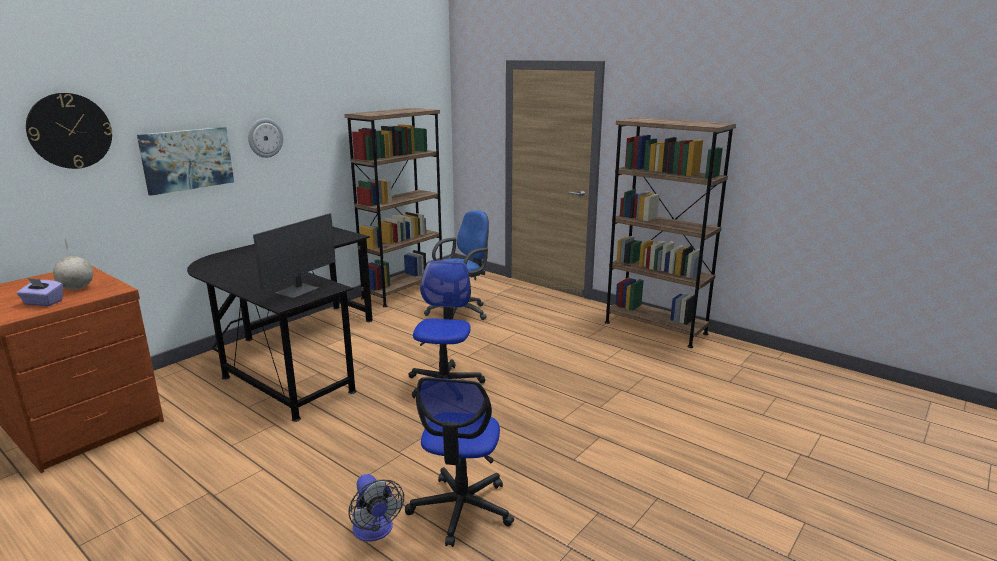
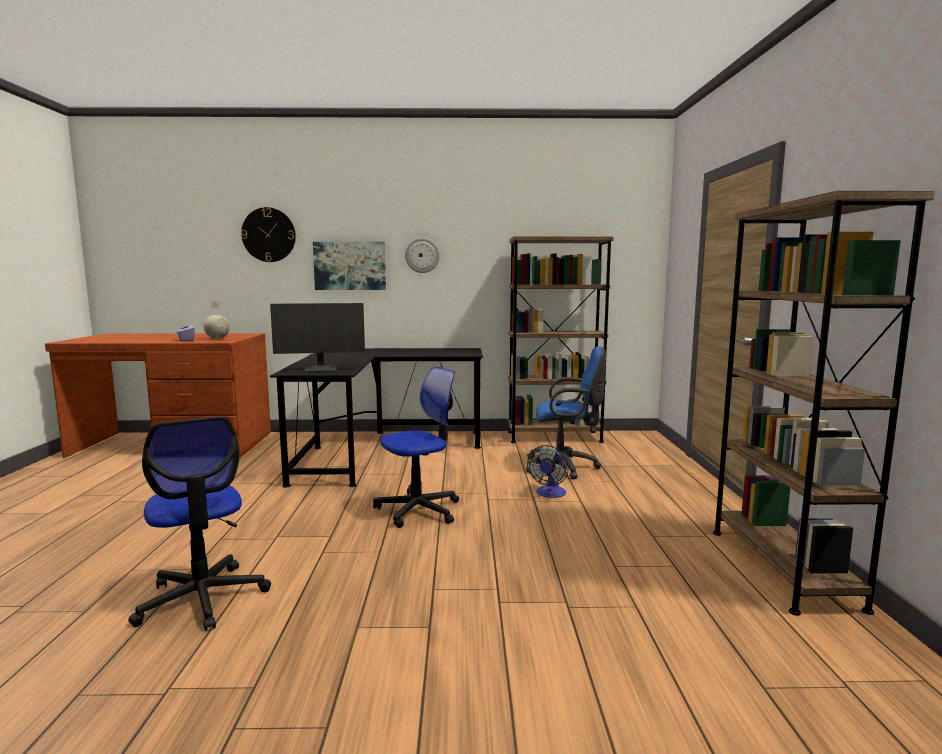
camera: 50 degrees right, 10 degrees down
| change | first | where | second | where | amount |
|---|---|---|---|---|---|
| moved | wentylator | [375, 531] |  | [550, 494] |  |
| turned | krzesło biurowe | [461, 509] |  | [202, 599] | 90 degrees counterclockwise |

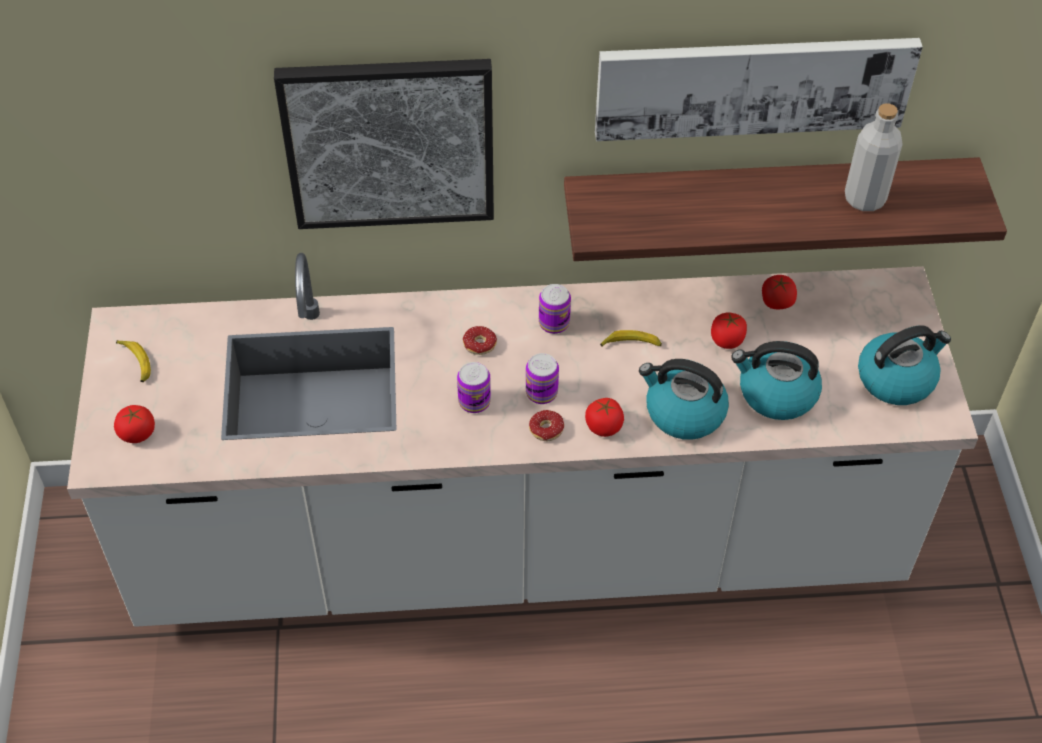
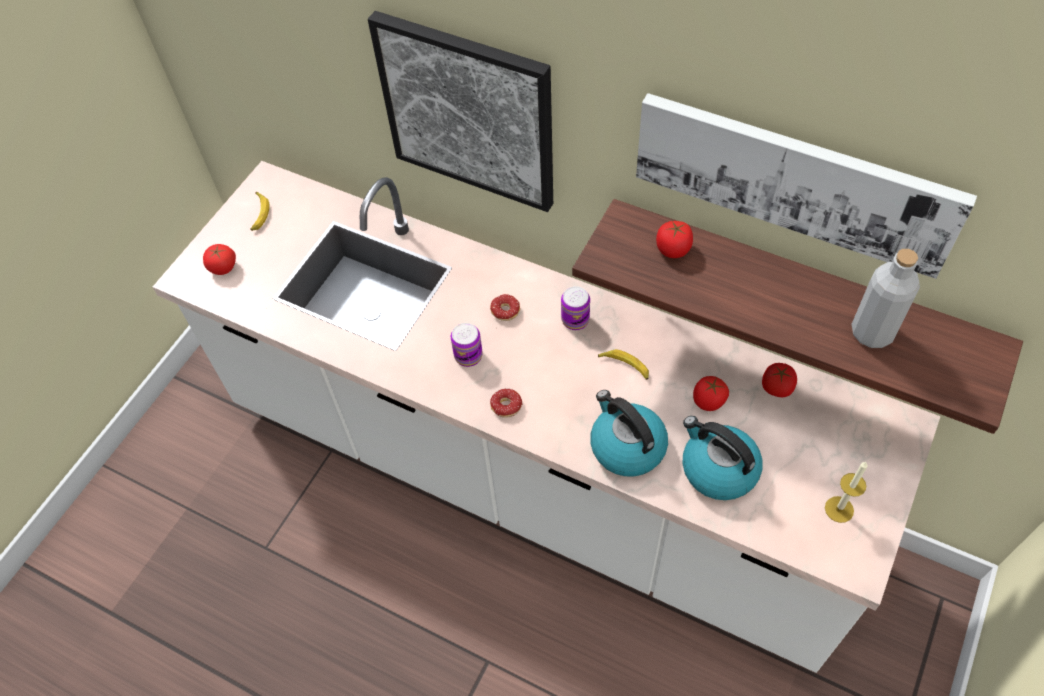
camera: 35 degrees right, 5 degrees up
| change | first | where | second | where | amount |
|---|---|---|---|---|---|
| removed | puszka | [541, 393] |  |  |  |
| moved | pomidor | [604, 426] |  | [673, 249] |  |
| replaced | czajnik | [896, 379] | świeca | [839, 509] |  |

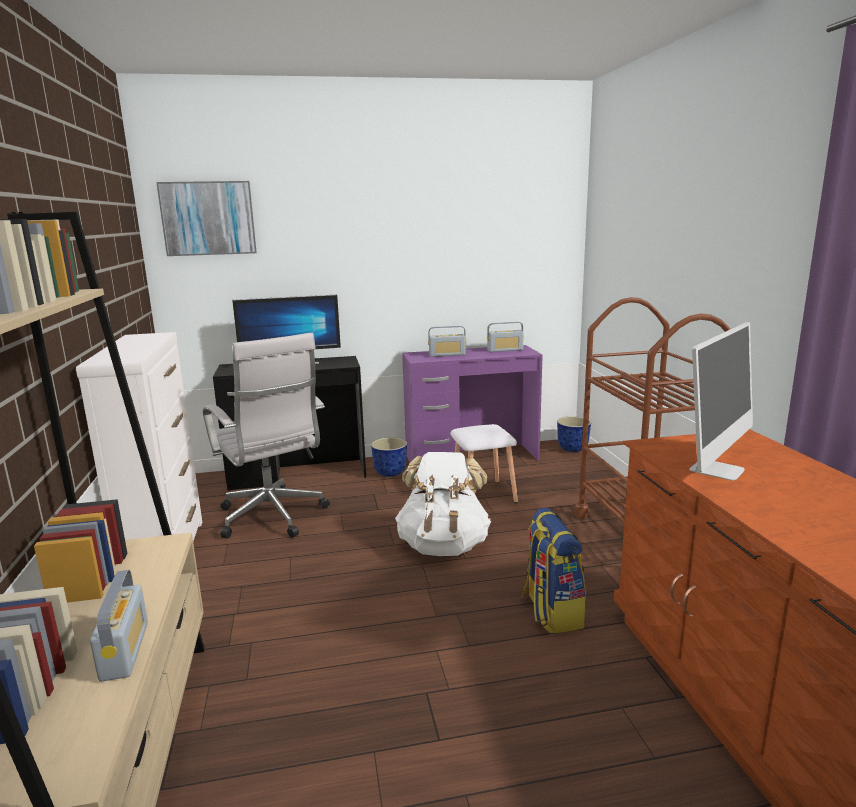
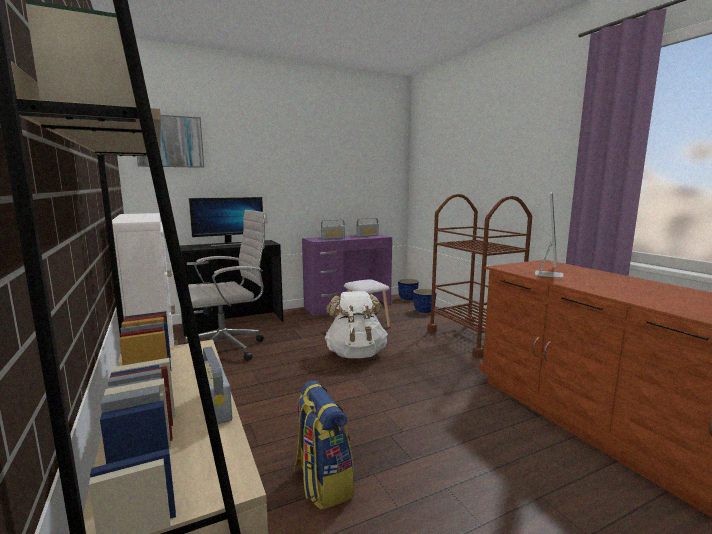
camera: 15 degrees left, 5 degrees down
| change | first | where | second | where | amount |
|---|---|---|---|---|---|
| moved | donica | [390, 473] |  | [423, 311] |  |
| moved | plecak | [551, 611] |  | [322, 482] |  |
| turned | krzesło biurowe (biały) | [273, 518] |  | [228, 349] | 75 degrees counterclockwise |

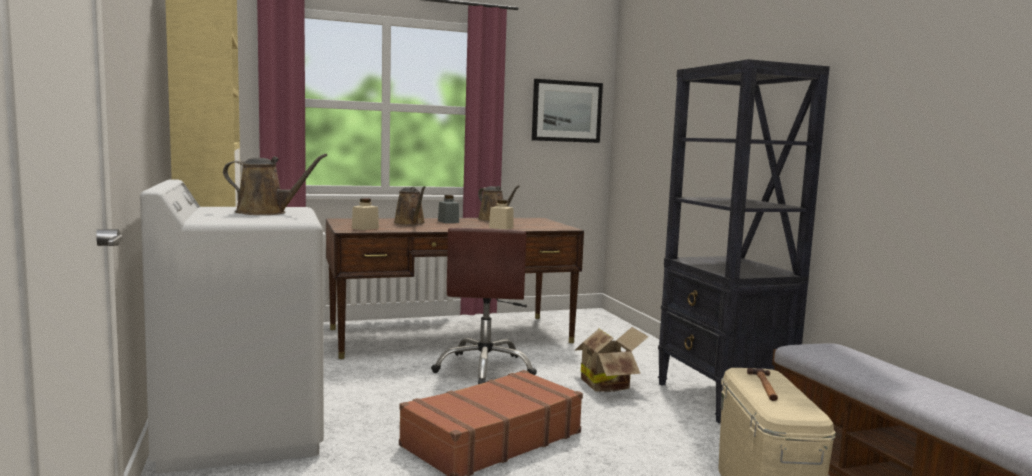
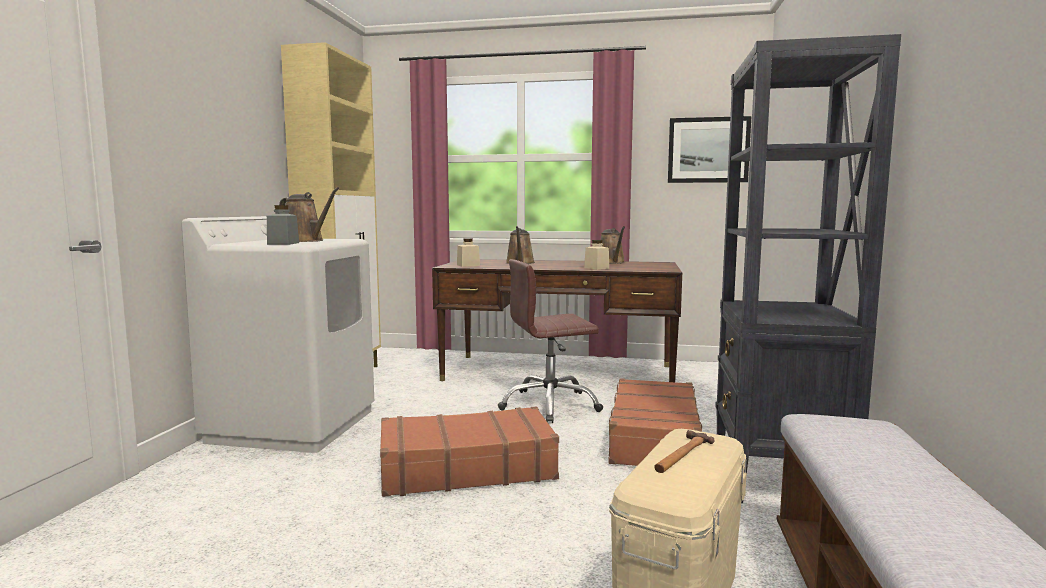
camera: 30 degrees right, 0 degrees up
| change | first | where | second | where | amount |
|---|---|---|---|---|---|
| moved | słoik (szary) | [448, 222] |  | [283, 243] |  |
| replaced | karton | [607, 384] | walizka (brązowy) | [655, 438] |  |
| turned | krzesło biurowe (brązowy) | [485, 369] |  | [550, 405] | 45 degrees clockwise |

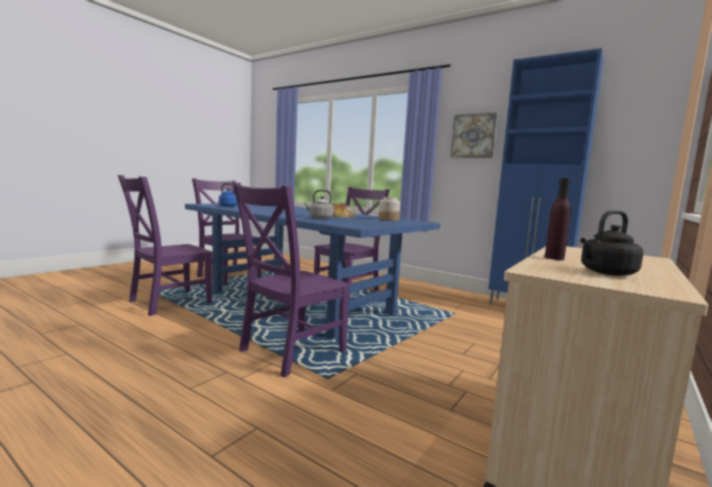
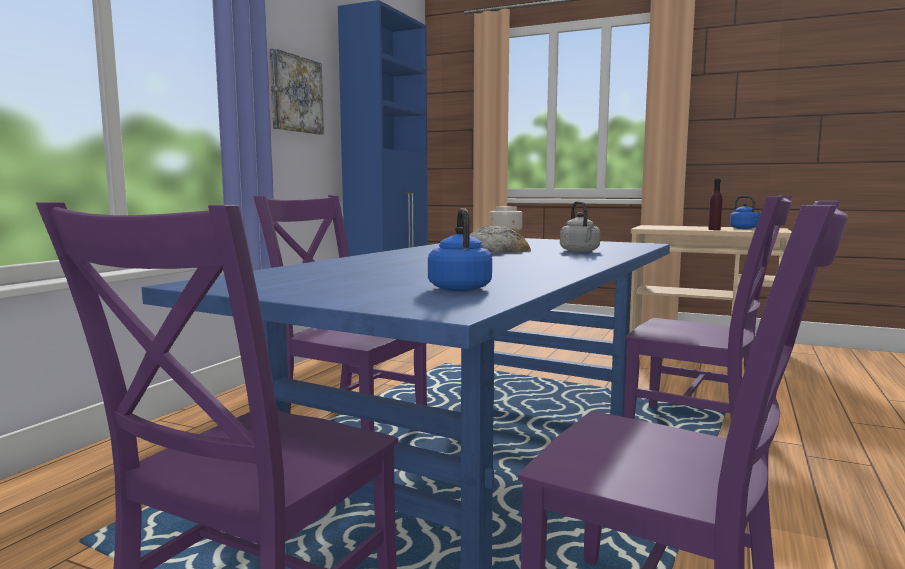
camera: 100 degrees left, 0 degrees up
| change | first | where | second | where | amount |
|---|---|---|---|---|---|
| recoloured | czajnik (czarny) | [606, 273] | czajnik (niebieski) | [745, 228] |  |

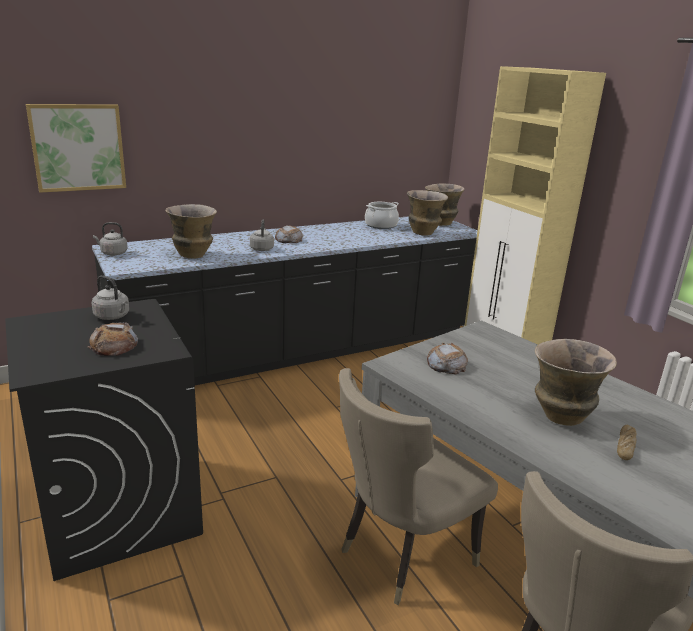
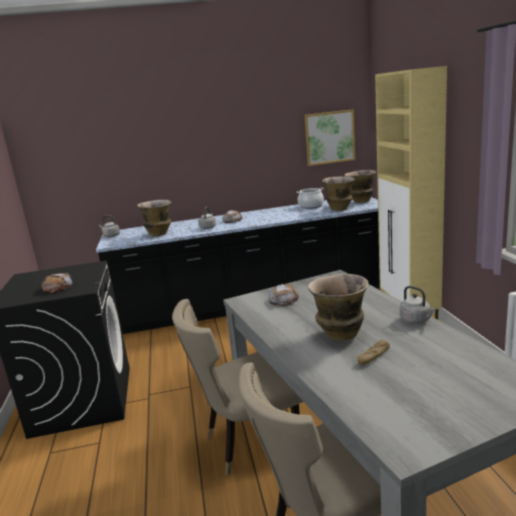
camera: 20 degrees right, 5 degrees down
| change | first | where | second | where | amount |
|---|---|---|---|---|---|
| moved | obraz | [78, 147] |  | [329, 137] |  |
| moved | czajnik (szary) | [113, 316] |  | [416, 320] |  |

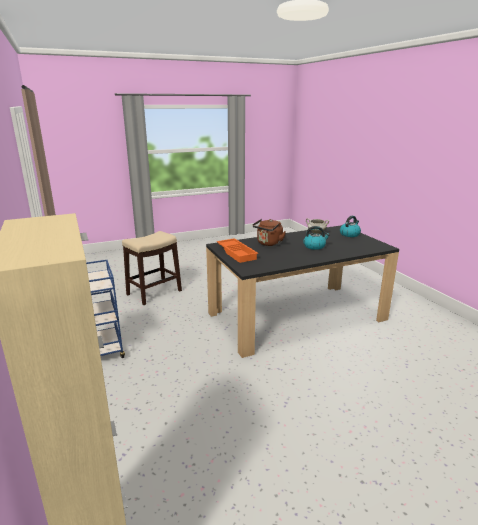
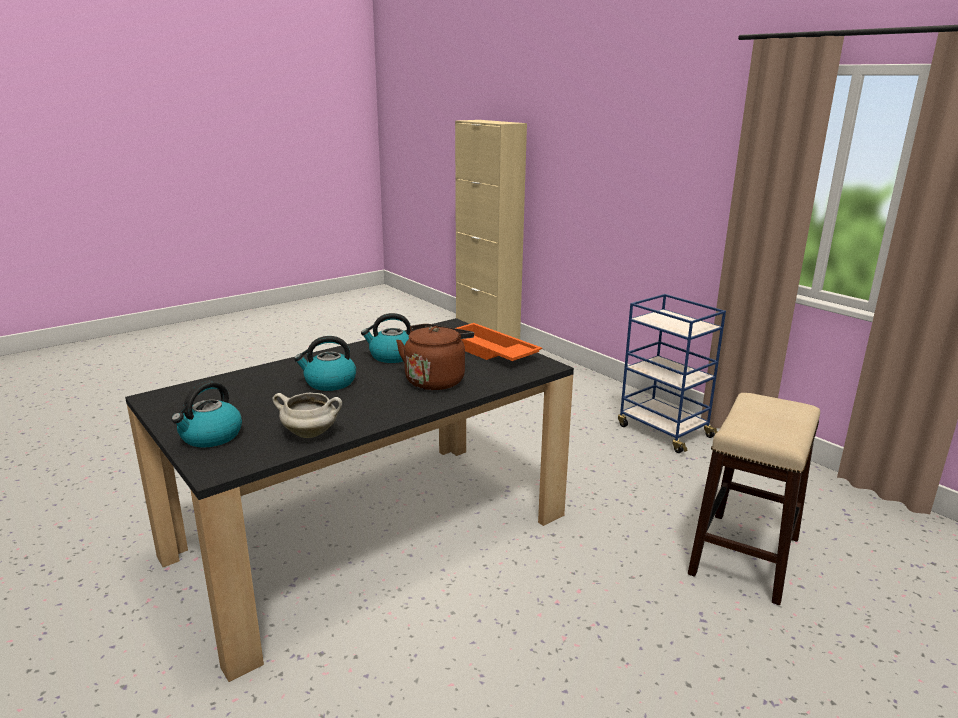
camera: 165 degrees right, 0 degrees up
| change | first | where | second | where | amount |
|---|---|---|---|---|---|
| added |  |  | czajnik | [391, 356] |  |

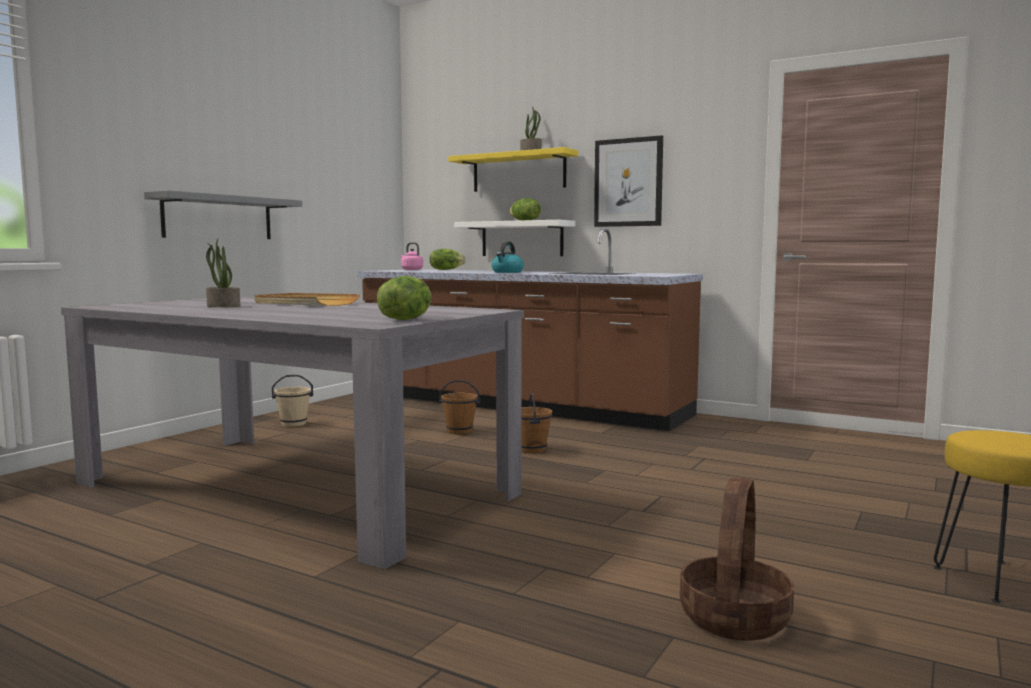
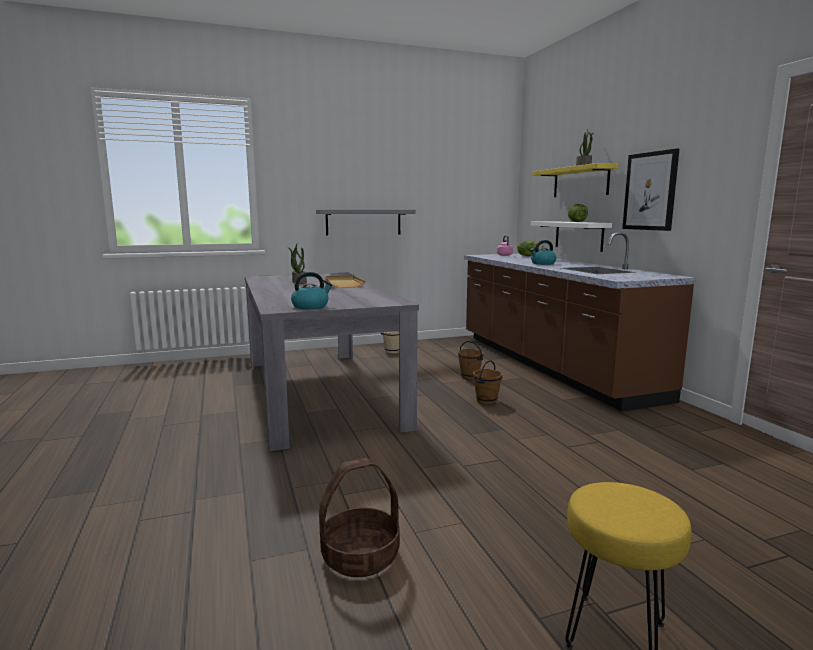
camera: 40 degrees right, 5 degrees up
| change | first | where | second | where | amount |
|---|---|---|---|---|---|
| replaced | sałata | [405, 319] | czajnik | [311, 306] |  |

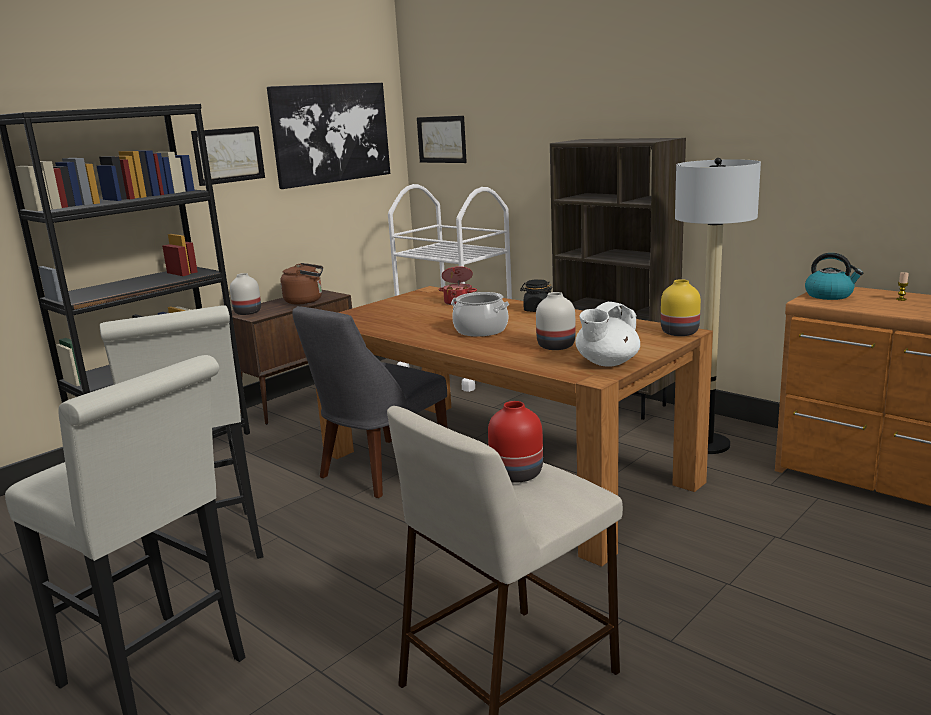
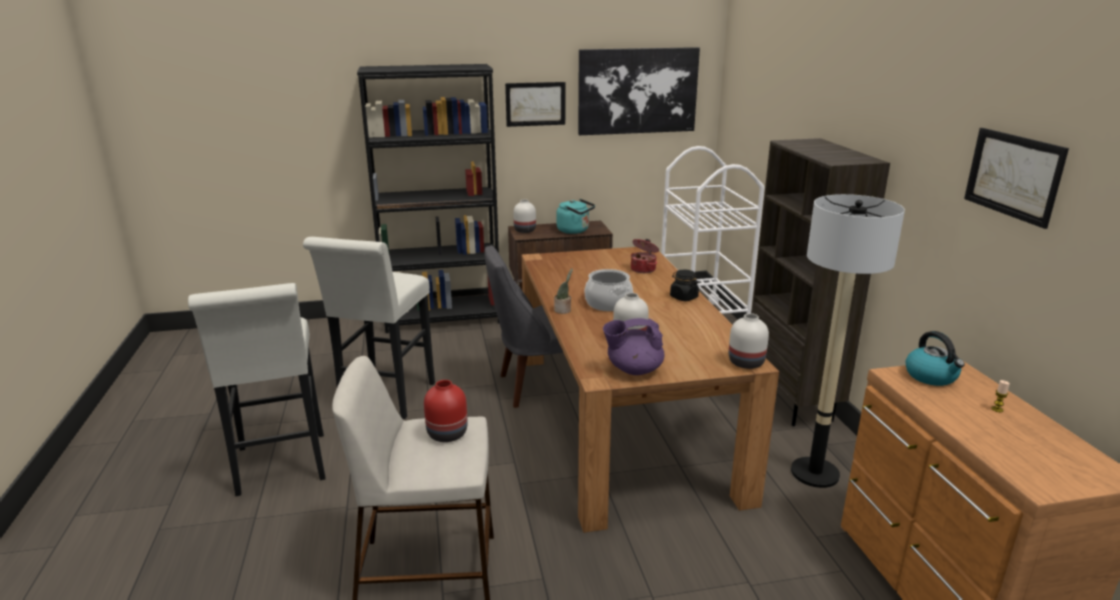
camera: 35 degrees right, 5 degrees up
| change | first | where | second | where | amount |
|---|---|---|---|---|---|
| added |  |  | roślina doniczkowa | [563, 310] |  |
| moved | obraz | [441, 139] |  | [1013, 175] |  |
| recoloured | czajnik (brązowy) | [306, 301] | czajnik (turkusowy) | [575, 231] |  |
| recoloured | imbryk (biały) | [606, 363] | imbryk (fioletowy) | [633, 370] |  |
| recoloured | wazon (żółty) | [678, 332] | wazon (biały) | [745, 362] |  |

